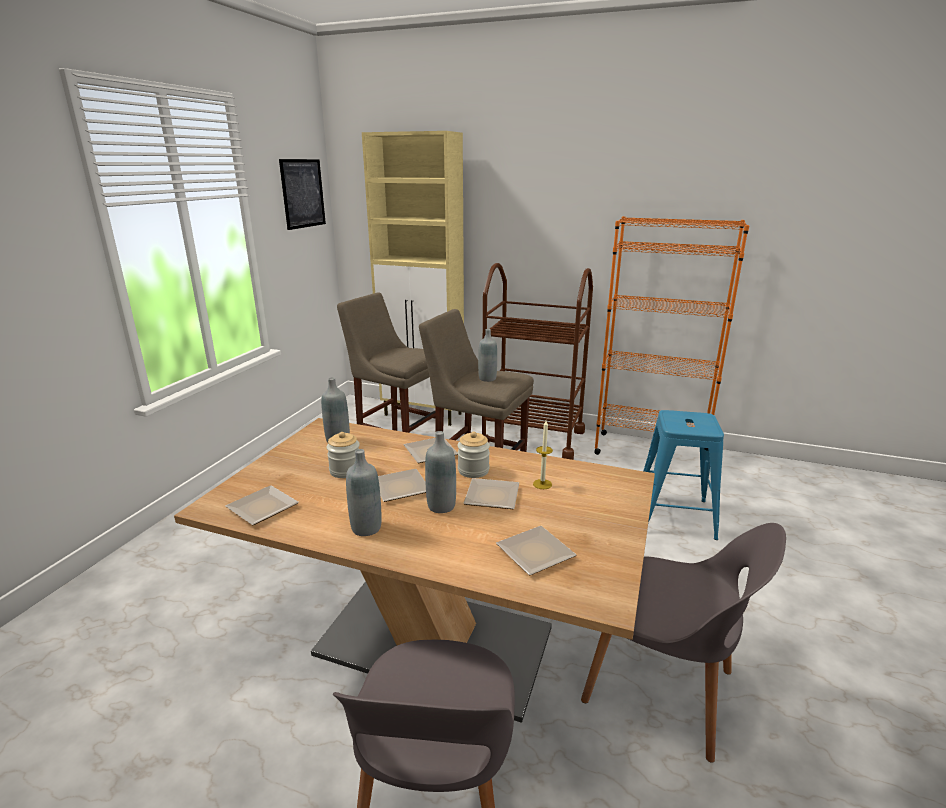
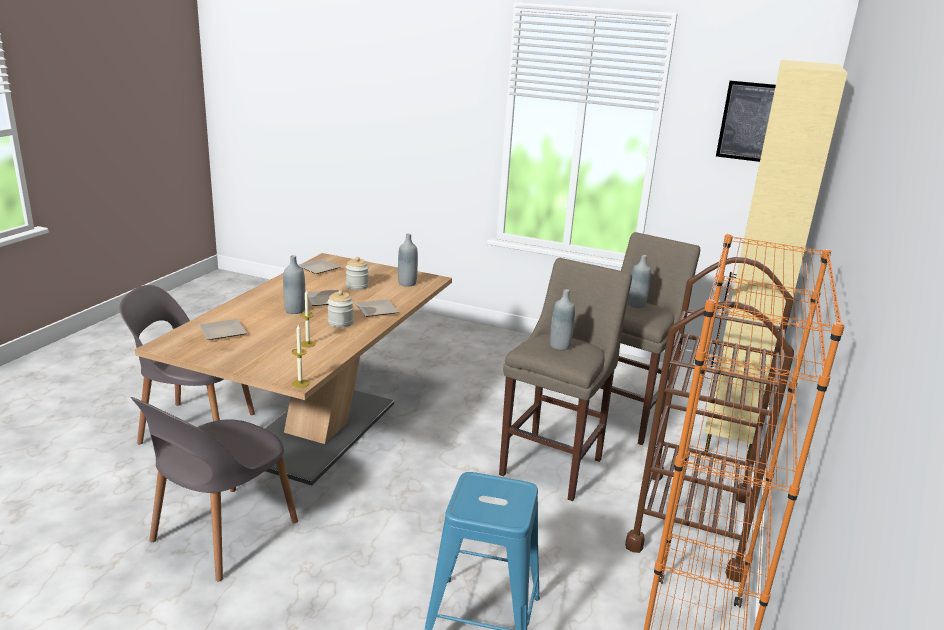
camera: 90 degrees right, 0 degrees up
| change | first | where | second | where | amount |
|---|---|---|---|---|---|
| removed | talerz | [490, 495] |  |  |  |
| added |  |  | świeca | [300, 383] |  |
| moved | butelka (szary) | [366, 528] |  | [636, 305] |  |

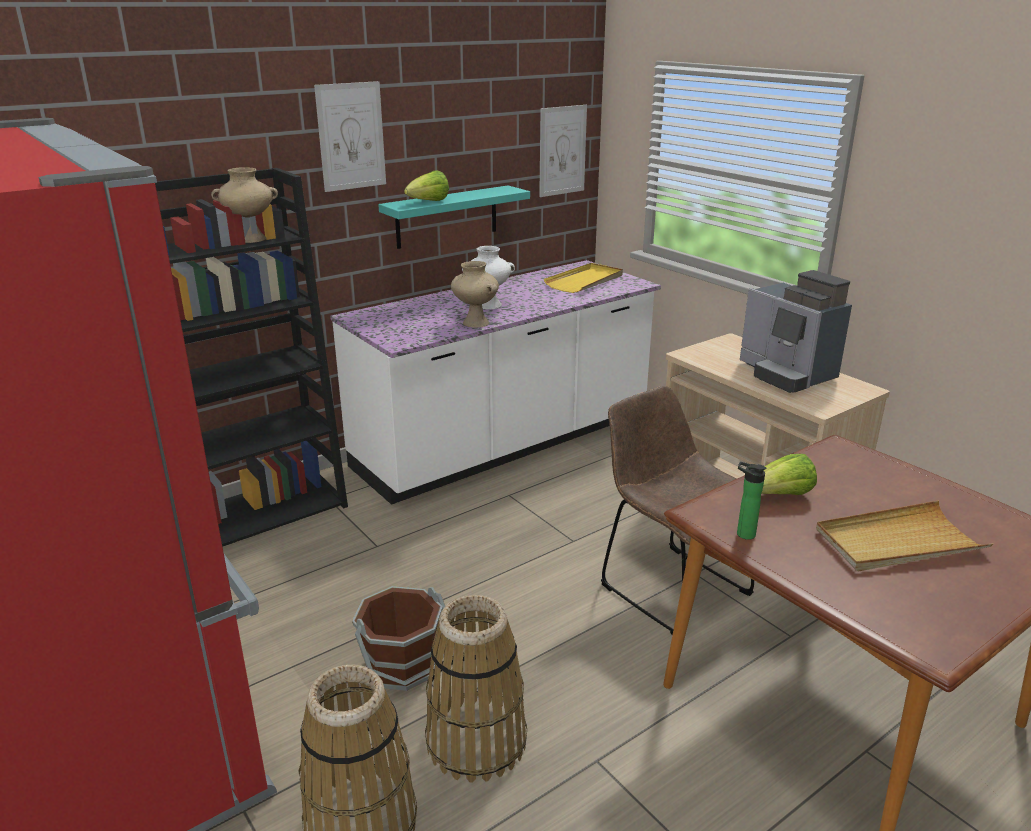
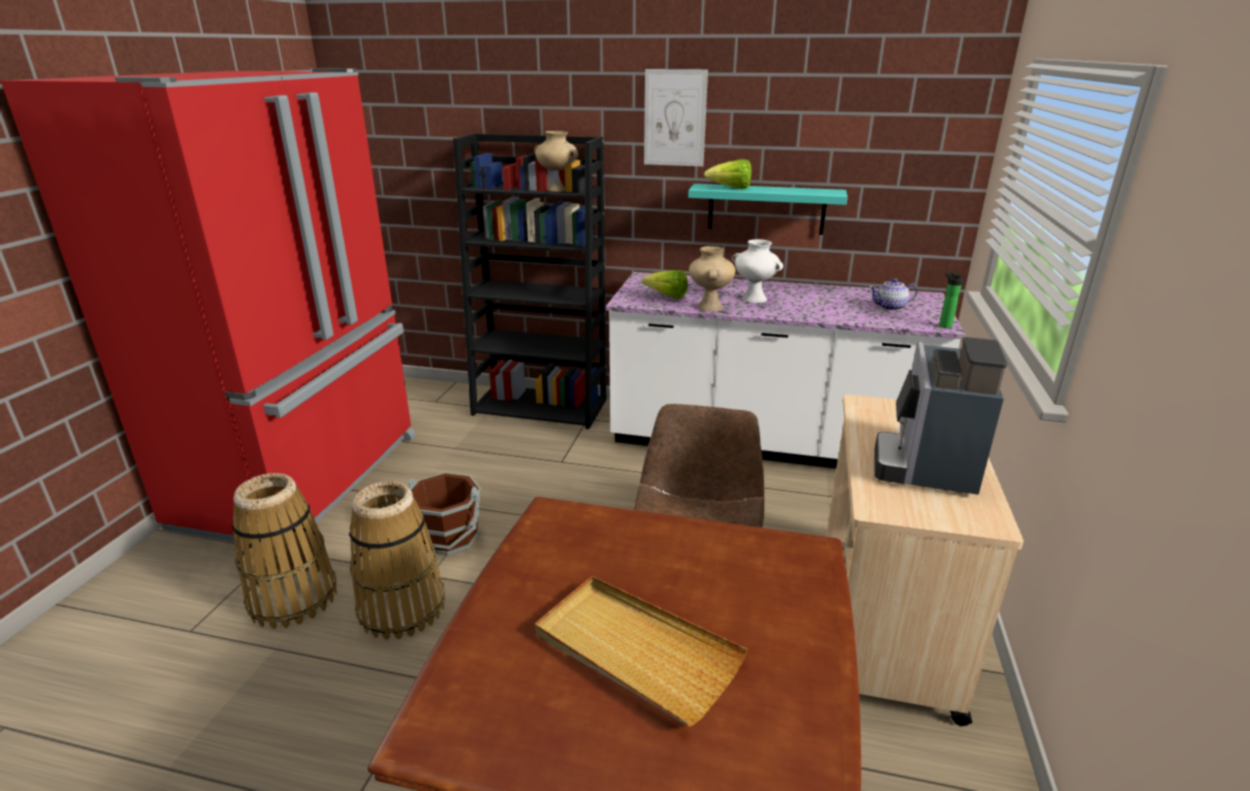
camera: 50 degrees right, 0 degrees up
| change | first | where | second | where | amount |
|---|---|---|---|---|---|
| removed | obraz | [562, 150] |  |  |  |
| moved | butelka | [742, 534] |  | [944, 325] |  |
| moved | sałata | [781, 496] |  | [667, 296] |  |
| replaced | taca (żółty) | [585, 281] | imbryk | [890, 307] |  |

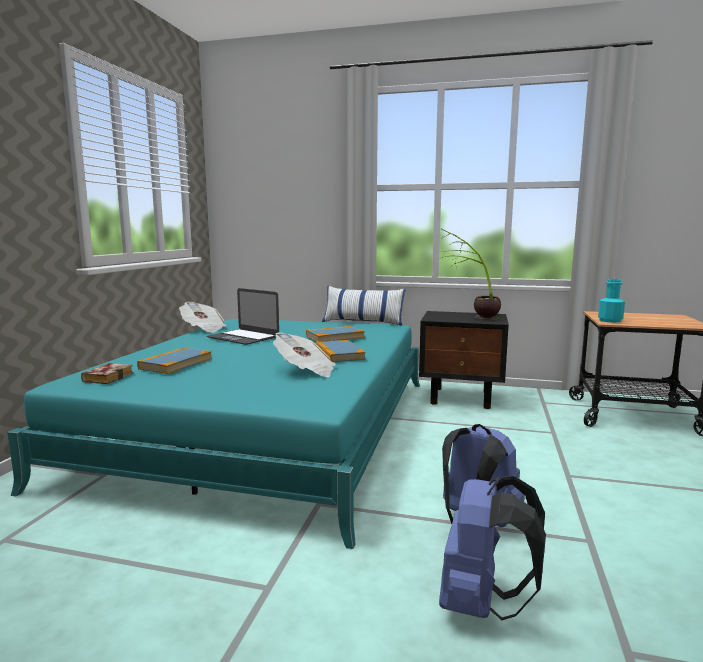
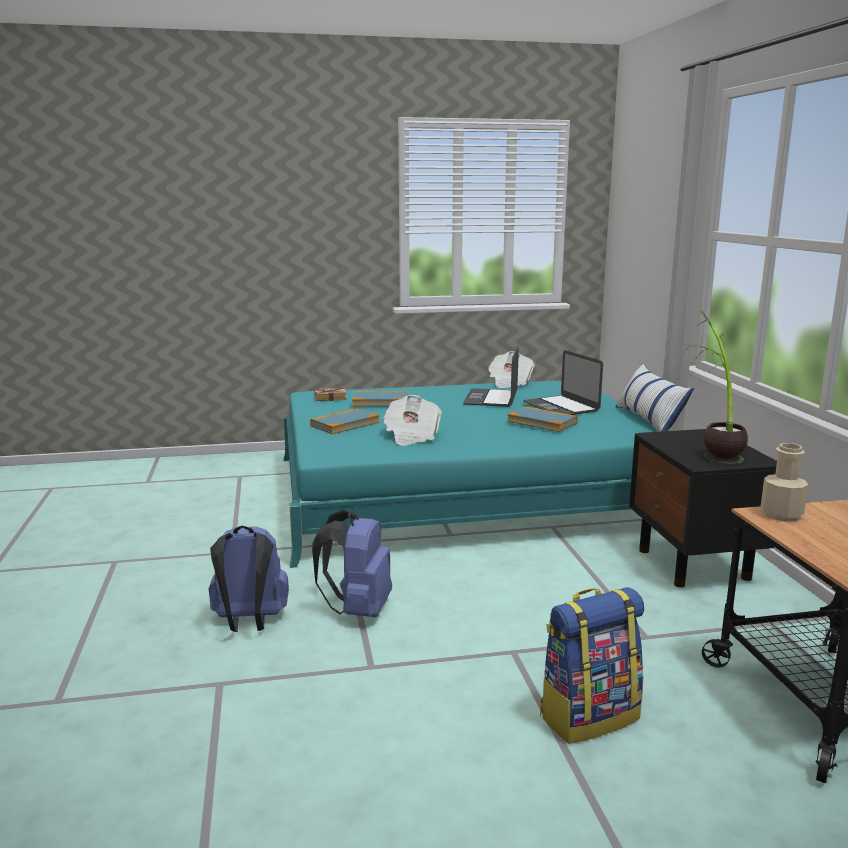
camera: 65 degrees right, 5 degrees up
| change | first | where | second | where | amount |
|---|---|---|---|---|---|
| added |  |  | laptop | [561, 406] |  |
| added |  |  | plecak | [588, 716] |  |
| moved | książka | [339, 354] |  | [345, 424] |  |
| recoloured | butelka (turkusowy) | [610, 320] | butelka (beżowy) | [781, 514] |  |

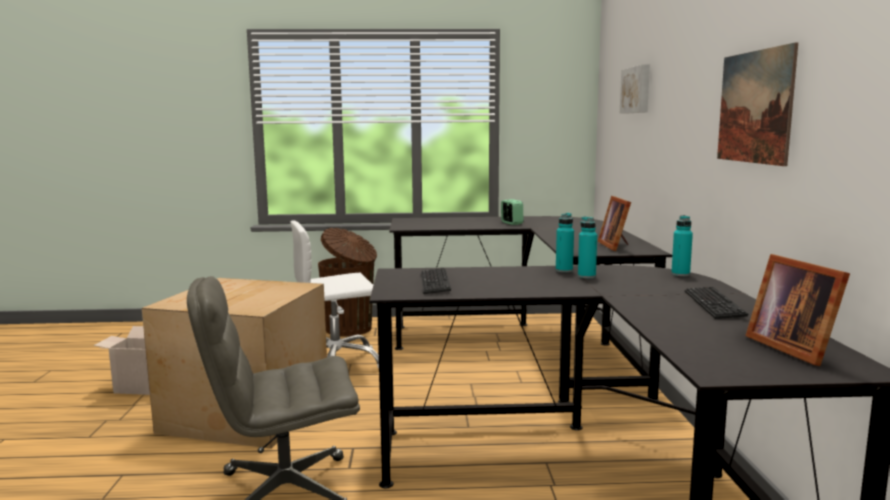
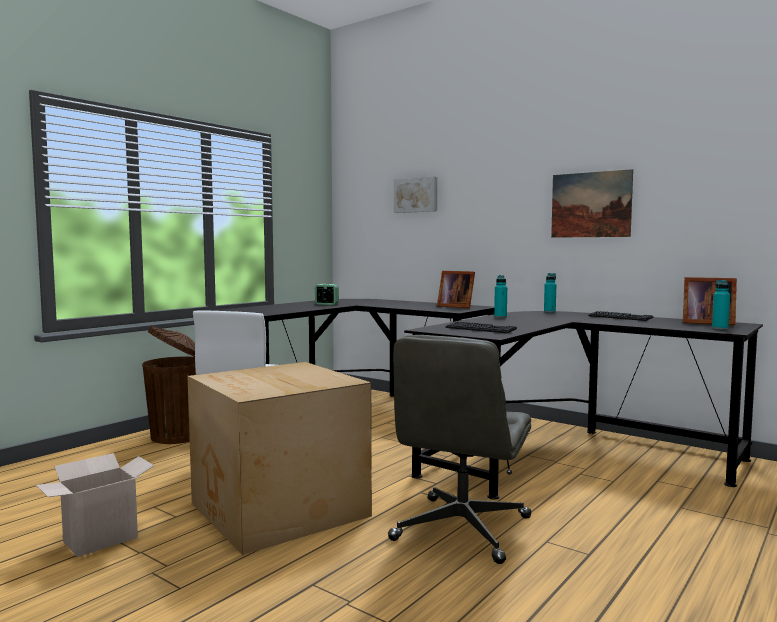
camera: 50 degrees left, 5 degrees down
| change | first | where | second | where | amount |
|---|---|---|---|---|---|
| moved | butelka (turkusowy) | [586, 276] |  | [720, 328] |  |

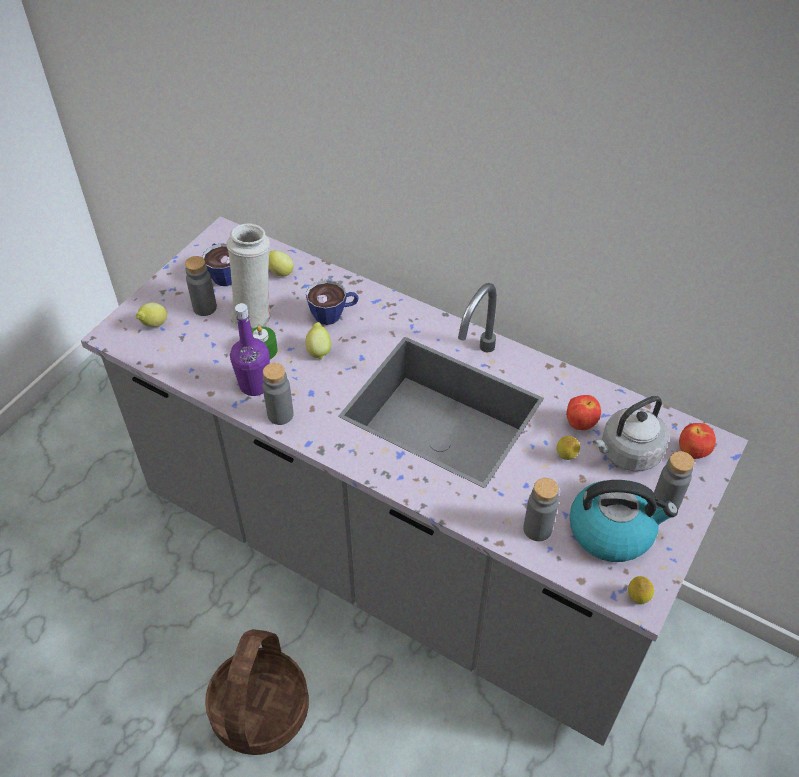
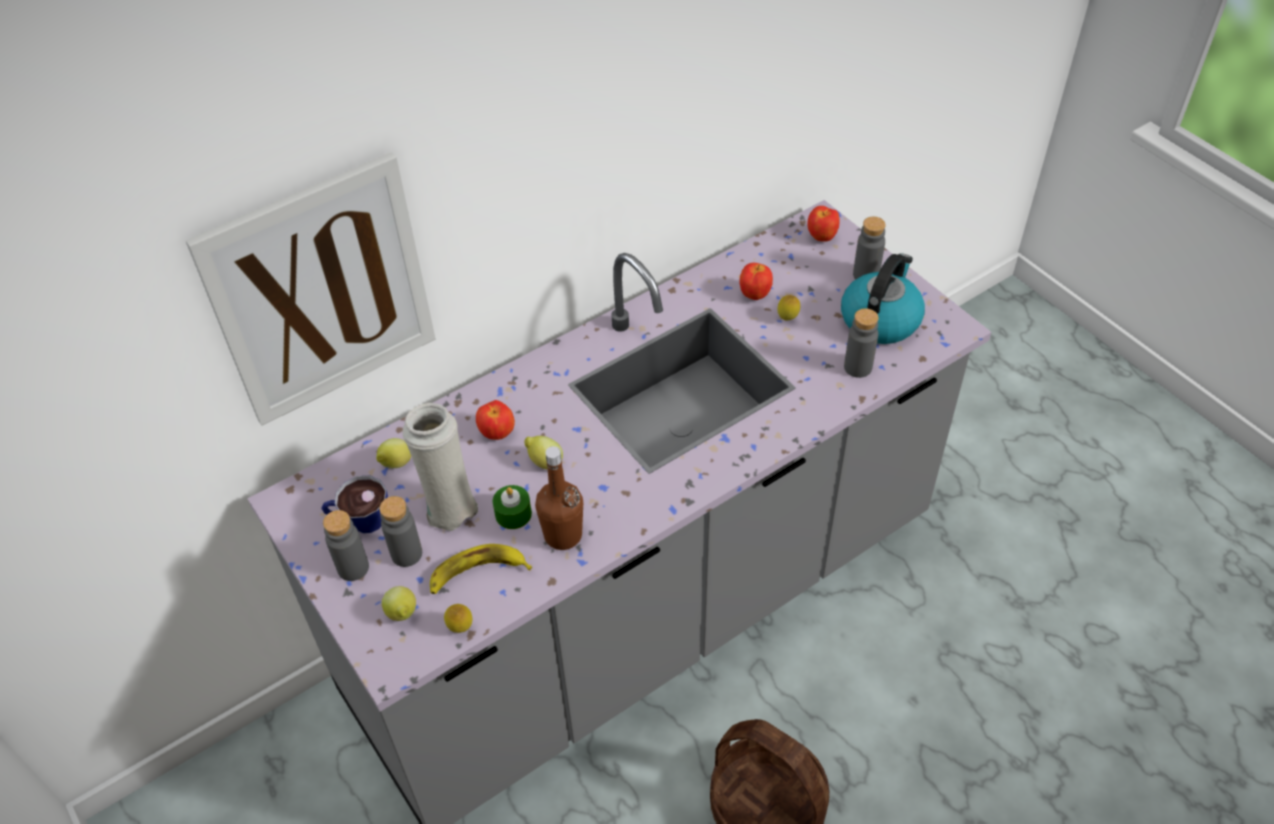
camera: 65 degrees left, 0 degrees up
| change | first | where | second | where | amount |
|---|---|---|---|---|---|
| removed | czajnik (szary) | [627, 453] |  |  |  |
| added |  |  | obraz | [321, 292] |  |
| added |  |  | banan | [477, 573] |  |
| moved | butelka (szary) | [280, 415] |  | [353, 568] |  |
| moved | cytryna | [637, 598] |  | [461, 628] |  |
| replaced | filiżanka | [334, 314] | jabłko | [497, 433] |  |
| recoloured | butelka (fioletowy) | [255, 385] | butelka (brązowy) | [563, 535] |  |

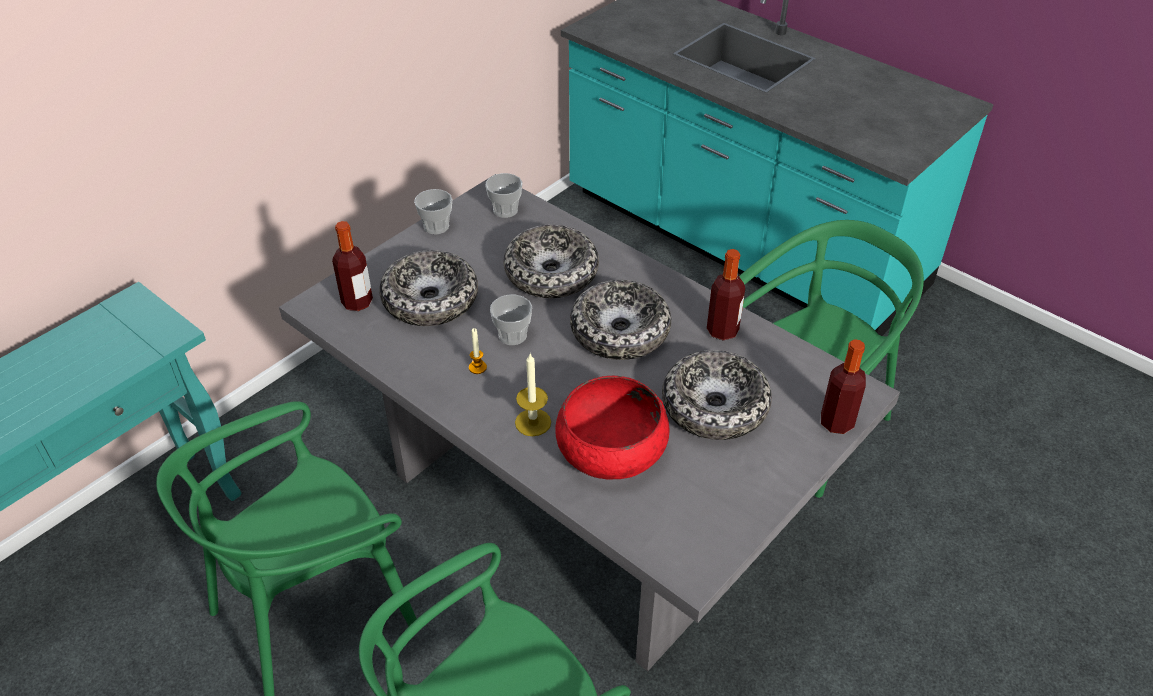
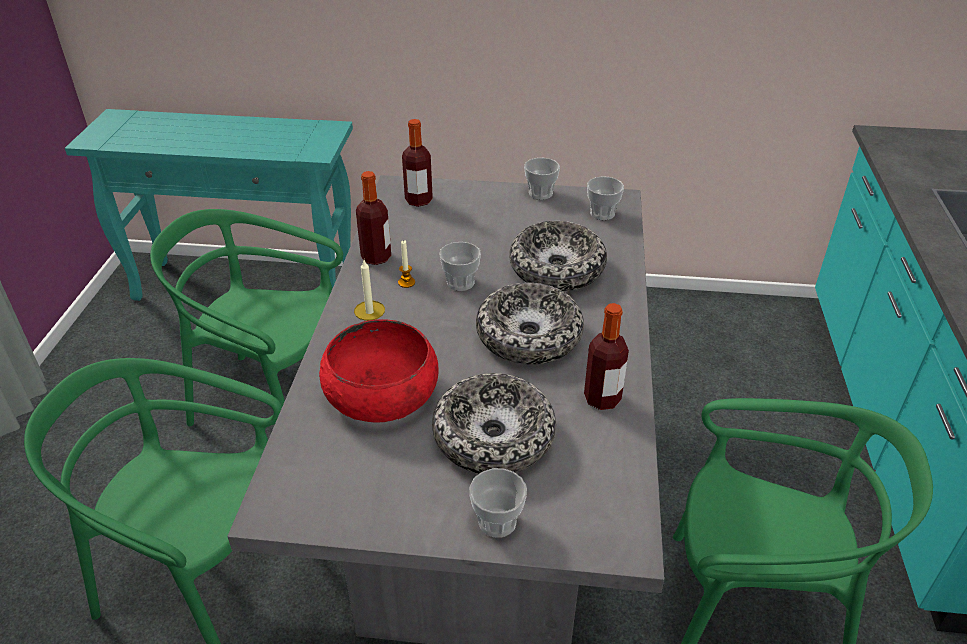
camera: 55 degrees right, 5 degrees down
| change | first | where | second | where | amount |
|---|---|---|---|---|---|
| removed | miska | [430, 300] |  |  |  |
| added |  |  | filiżanka | [497, 522] |  |
| moved | butelka | [836, 422] |  | [376, 257] |  |

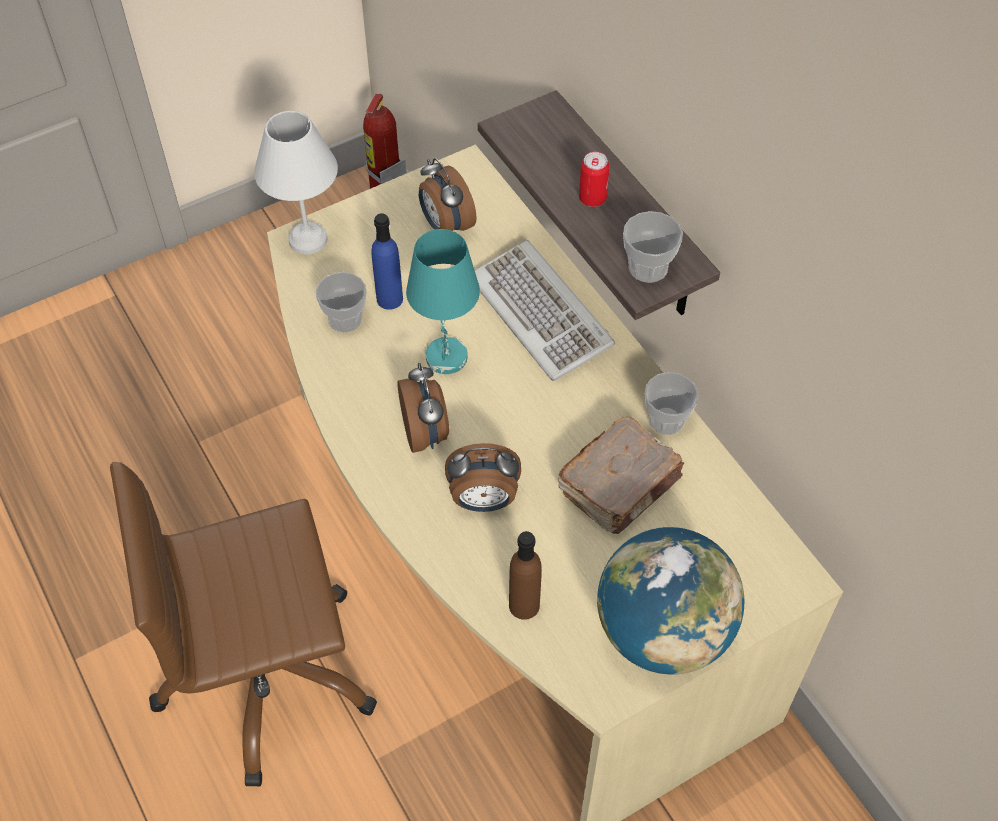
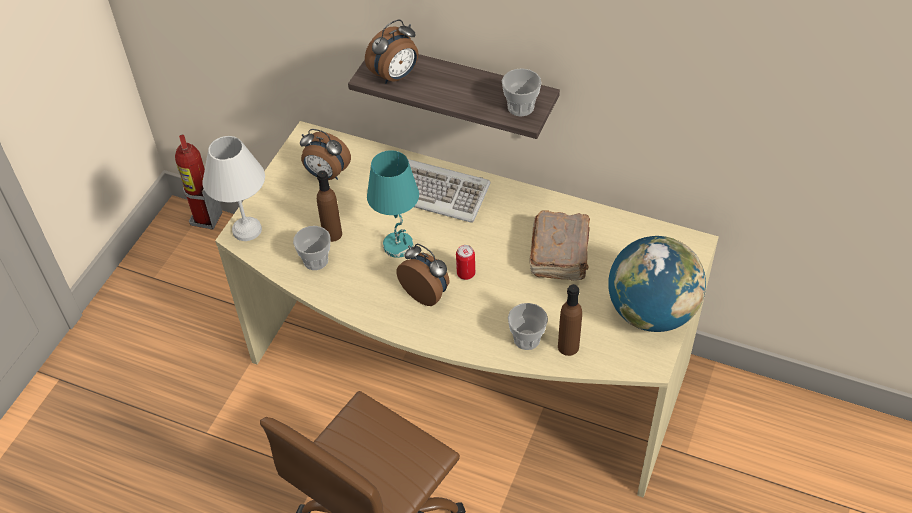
camera: 35 degrees left, 5 degrees down
| change | first | where | second | where | amount |
|---|---|---|---|---|---|
| moved | budzik | [483, 500] |  | [396, 76] |  |
| moved | puszka | [592, 198] |  | [466, 273] |  |
| moved | filiżanka | [666, 420] |  | [527, 339] |  |
| recoloured | butelka (niebieski) | [389, 299] | butelka (brązowy) | [332, 234] |  |

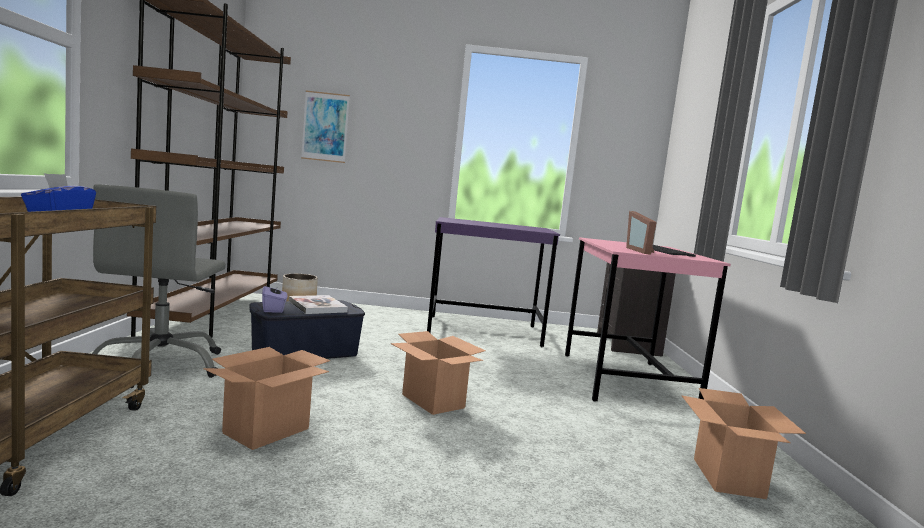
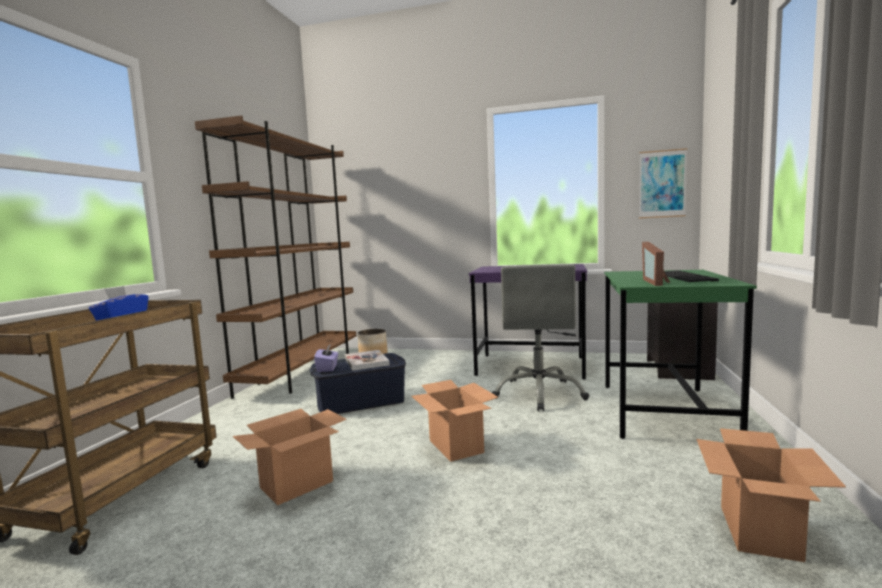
camera: 15 degrees right, 0 degrees up
| change | first | where | second | where | amount |
|---|---|---|---|---|---|
| moved | krzesło biurowe (szary) | [161, 365] |  | [539, 393] |  |
| moved | obraz | [325, 127] |  | [662, 184] |  |
| recoloured | biurko (różowy) | [626, 381] | biurko (zielony) | [665, 412] |  |

